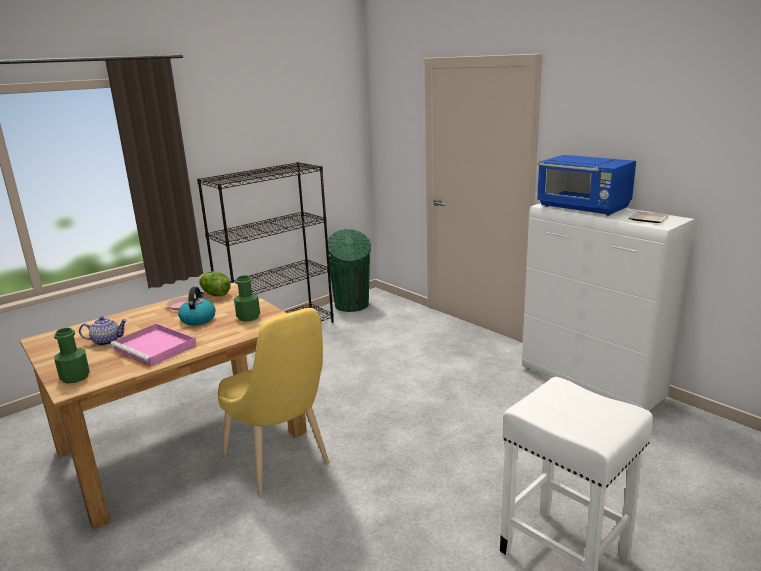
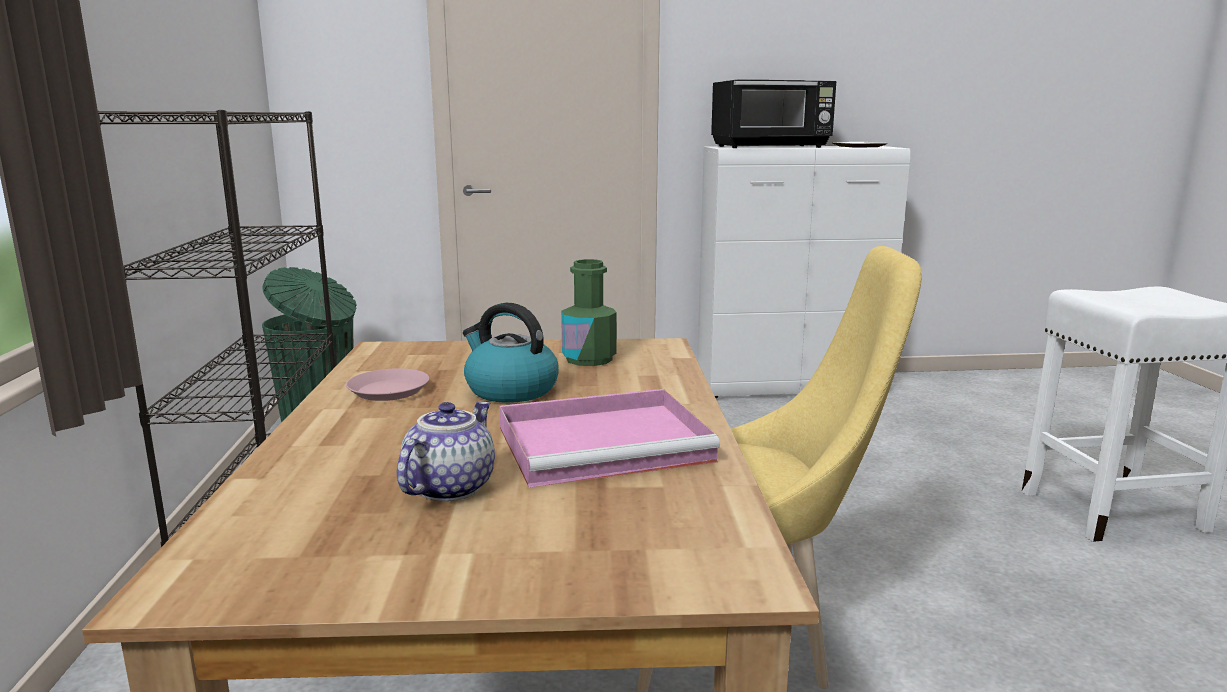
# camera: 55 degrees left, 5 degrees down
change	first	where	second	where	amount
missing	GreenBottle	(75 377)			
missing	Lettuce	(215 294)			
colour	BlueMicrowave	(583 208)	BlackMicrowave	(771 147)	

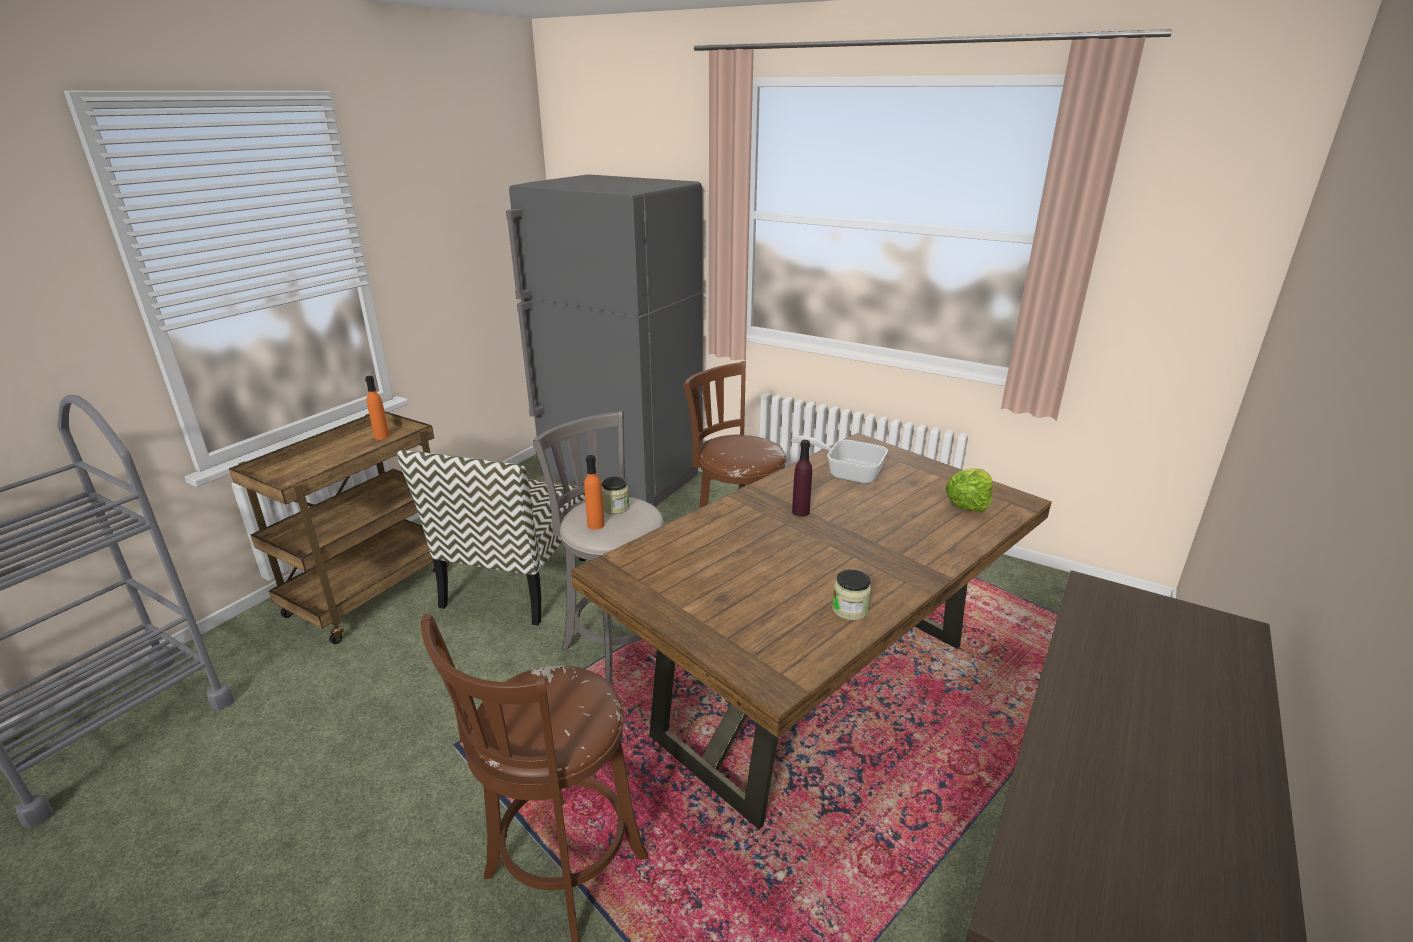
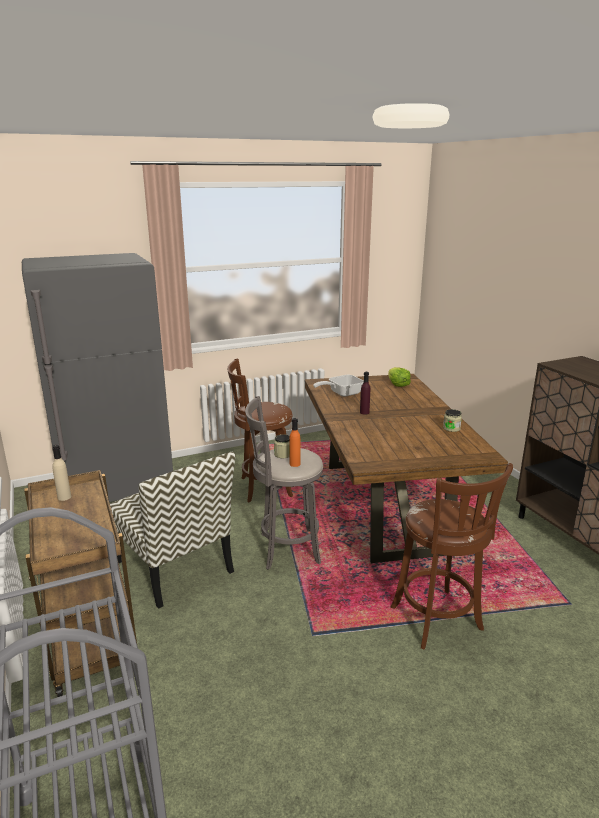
# camera: 55 degrees left, 5 degrees down
change	first	where	second	where	amount
colour	OrangeBottle	(382 436)	BeigeBottle	(64 497)	

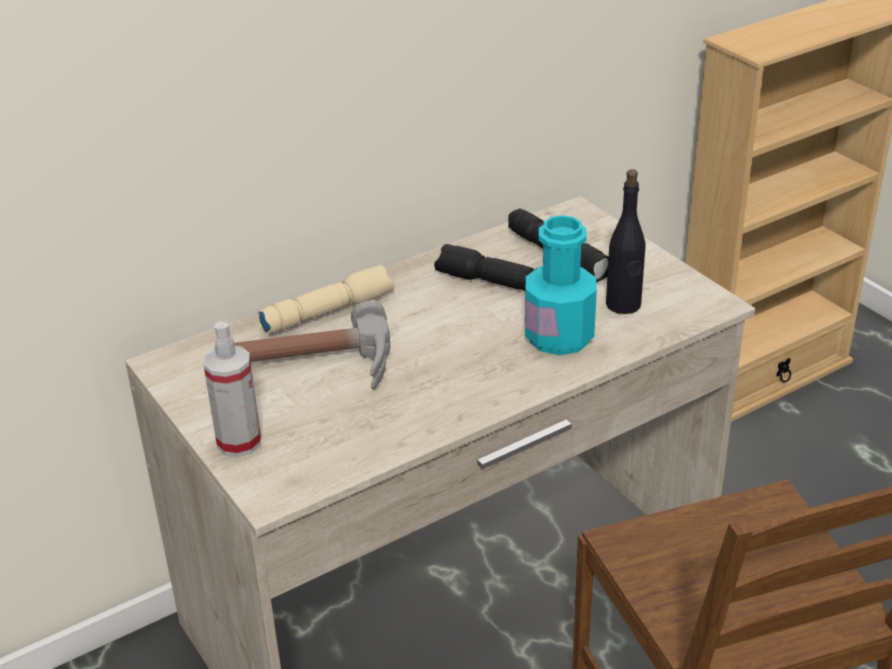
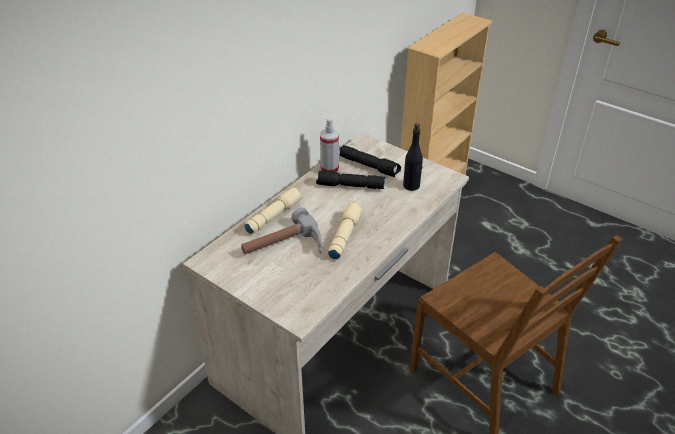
# camera: 20 degrees left, 5 degrees up
change	first	where	second	where	amount
relocated	SprayBottle	(239 442)		(329 169)	
missing	TurquoiseBottle	(559 337)			
appeared			BeigeFlashlight	(344 236)	

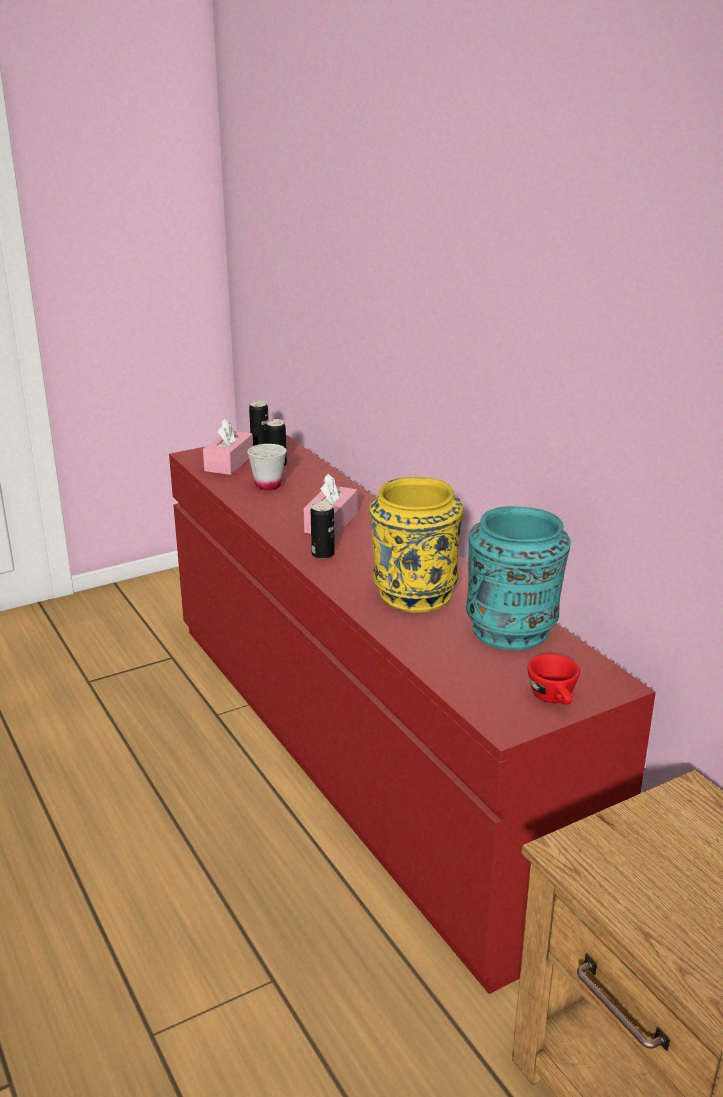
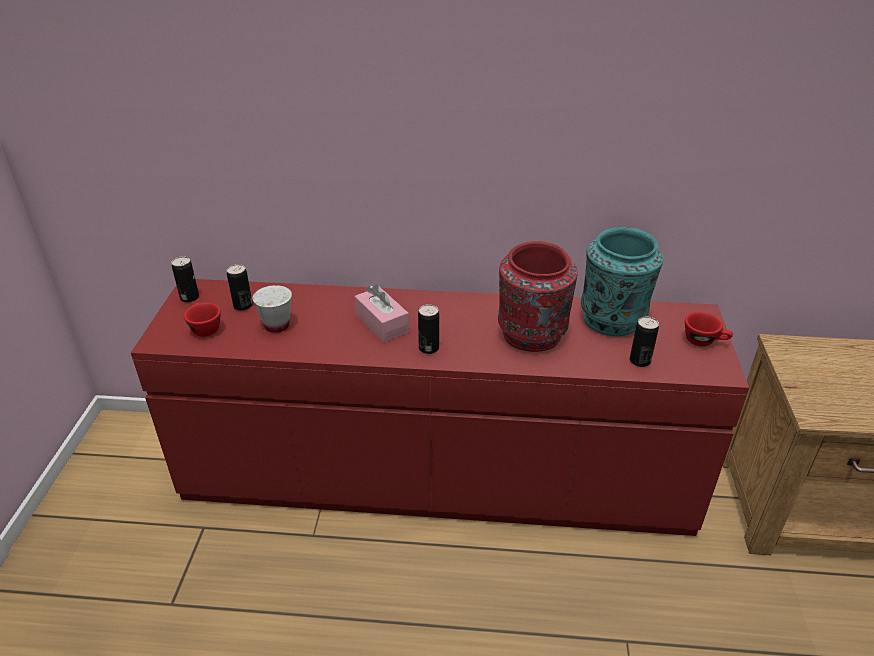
# camera: 55 degrees left, 10 degrees up
change	first	where	second	where	amount
exchanged	PinkTissueBox	(229 463)	RedCup	(204 328)	
colour	YellowVase	(414 595)	RedVase	(531 335)	
appeared			Can	(640 361)	

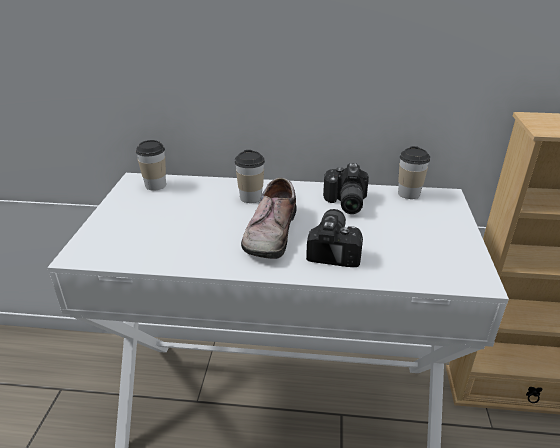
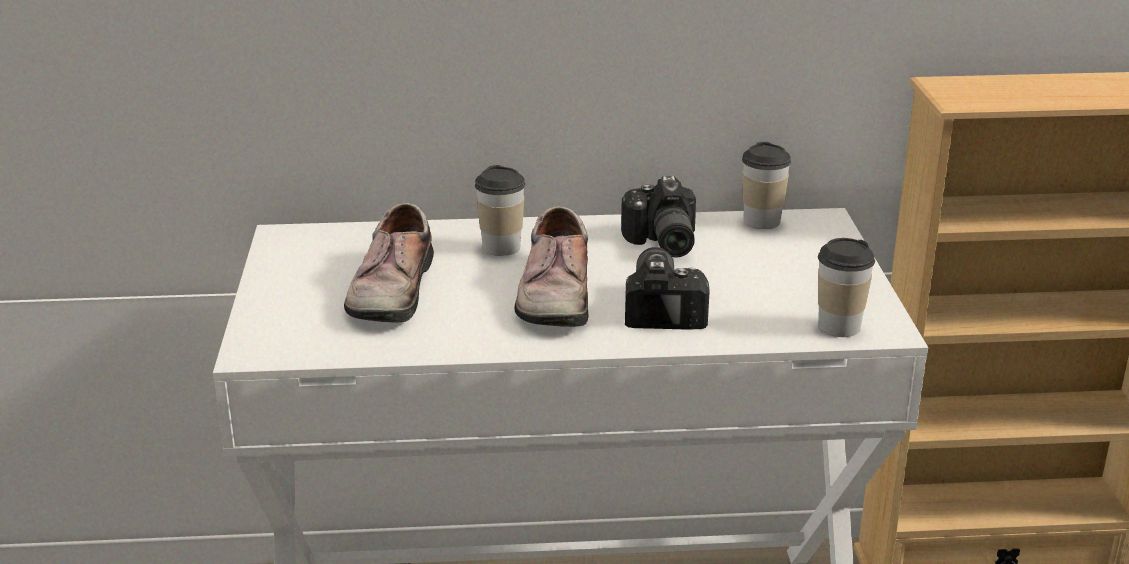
# camera: 10 degrees left, 5 degrees down
change	first	where	second	where	amount
relocated	Cup	(155 185)		(839 326)	
appeared			Shoe	(388 290)	

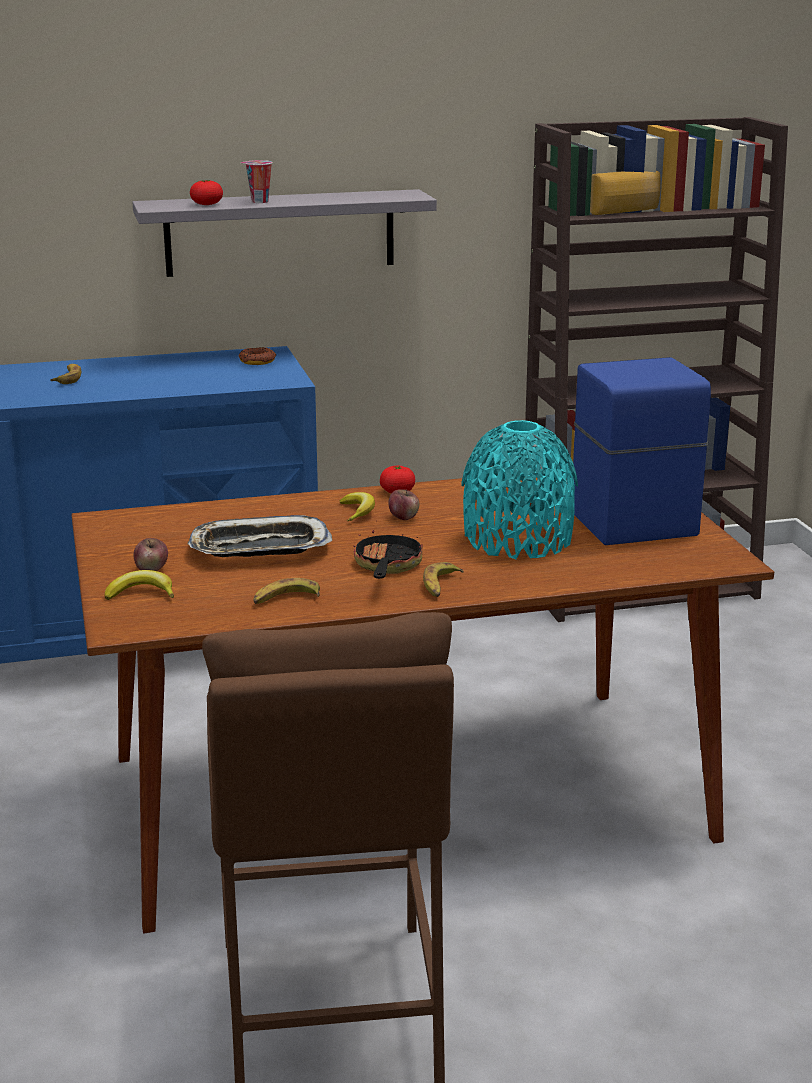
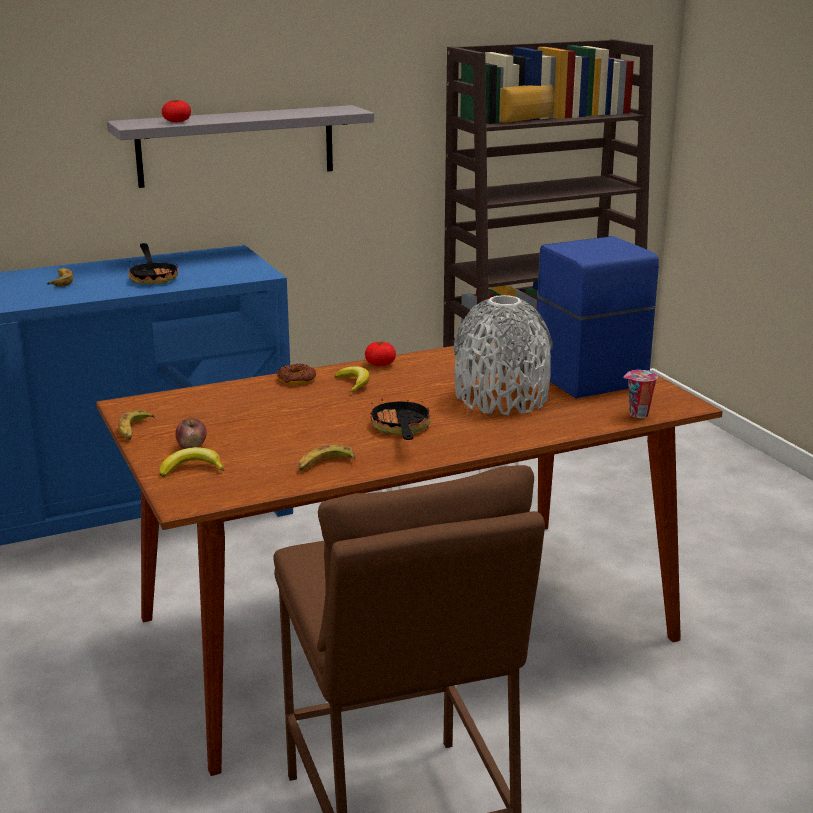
# camera: 10 degrees left, 0 degrees up
change	first	where	second	where	amount
missing	Tray	(259 548)			
relocated	Donut	(257 361)		(296 379)	
relocated	Cup	(258 202)		(638 415)	
missing	Apple	(403 517)			
relocated	Banana	(440 586)		(134 430)	
colour	TurquoiseVase	(518 539)	GreyVase	(501 398)	
appeared			FryingPan	(153 277)	

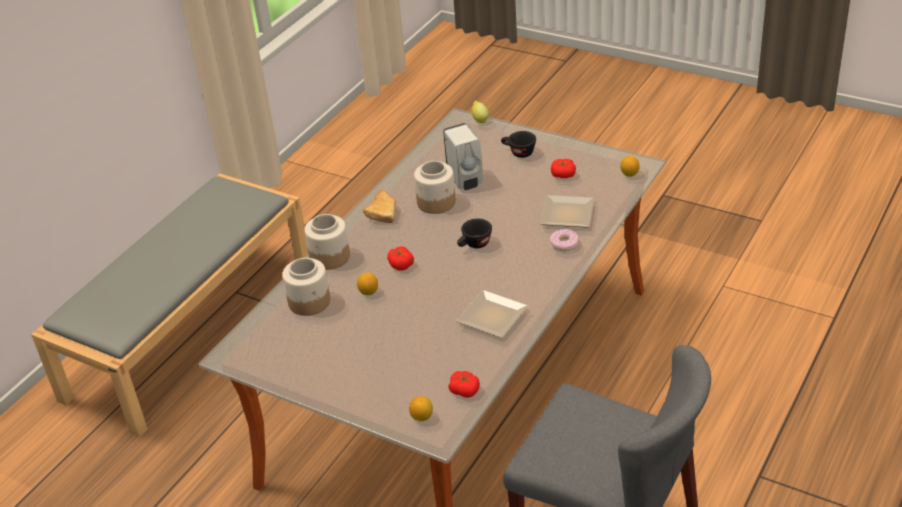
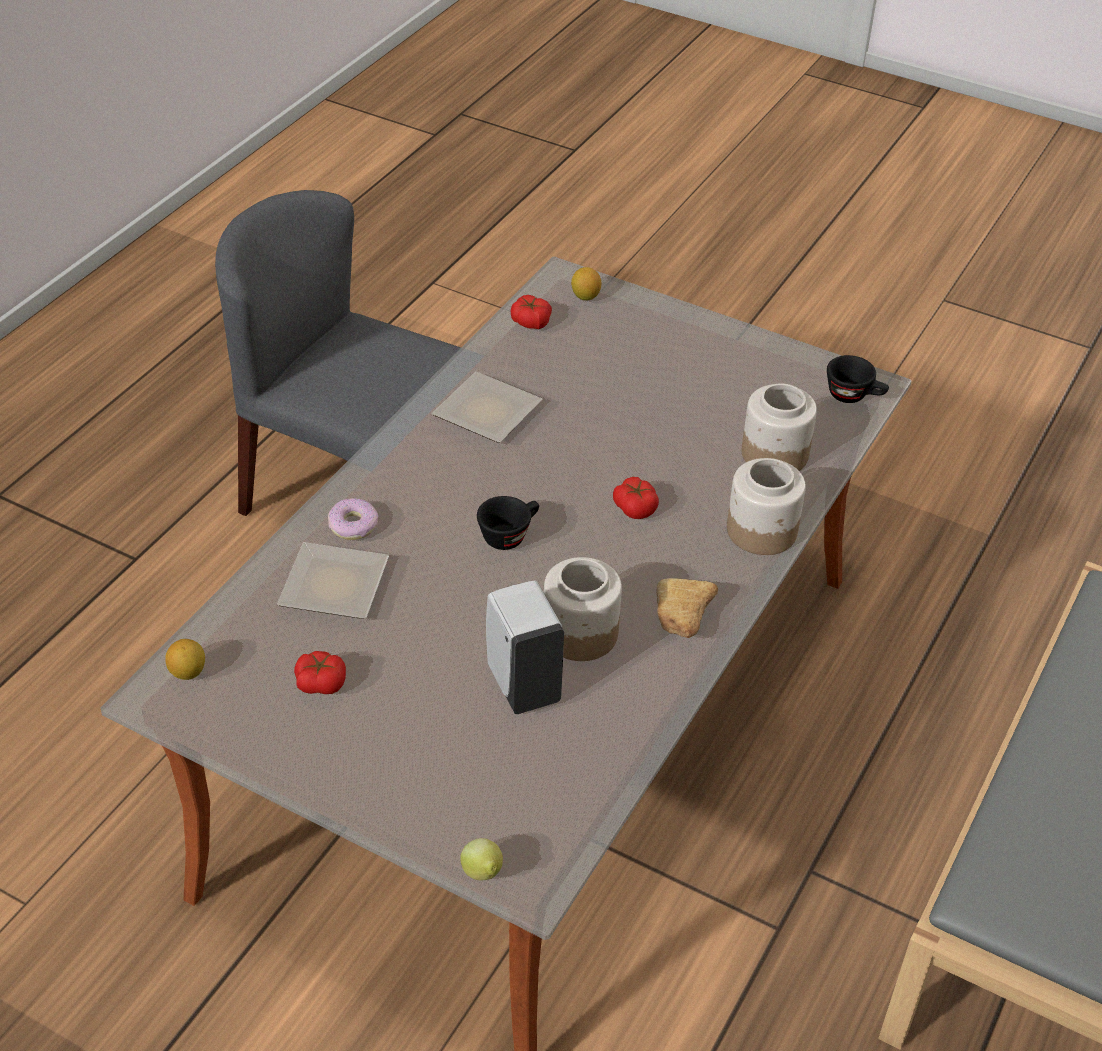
# camera: 175 degrees right, 5 degrees up
change	first	where	second	where	amount
missing	Lemon	(368 292)			
relocated	BlackCup	(518 152)		(854 396)	

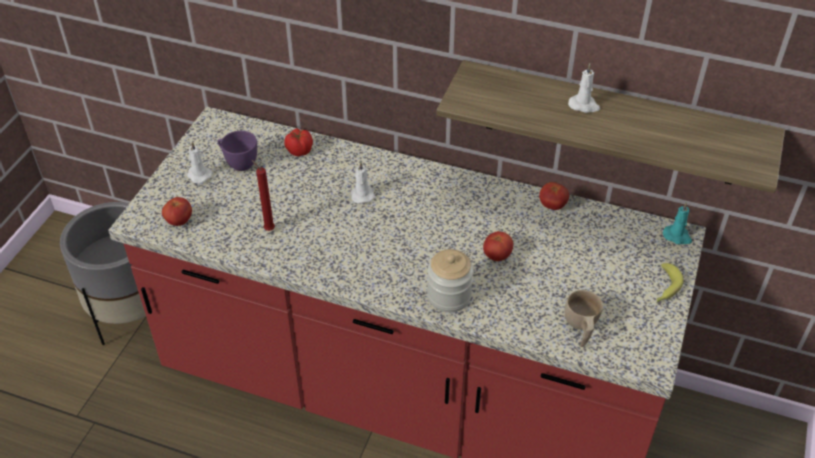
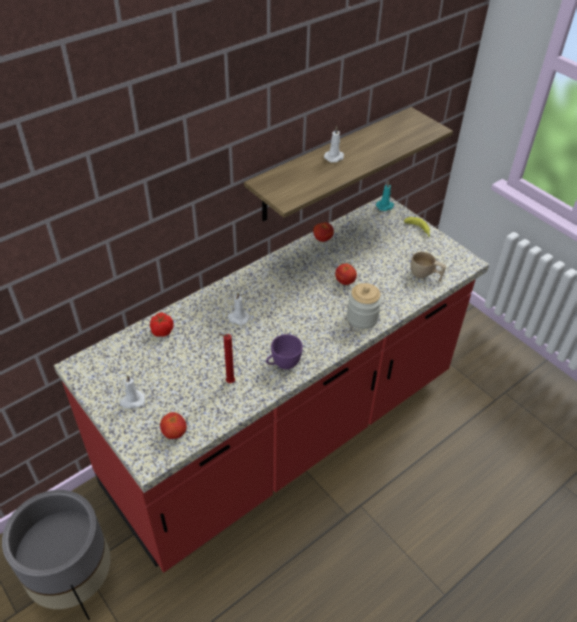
# camera: 60 degrees left, 0 degrees up
change	first	where	second	where	amount
relocated	PurpleCup	(238 163)		(283 364)	

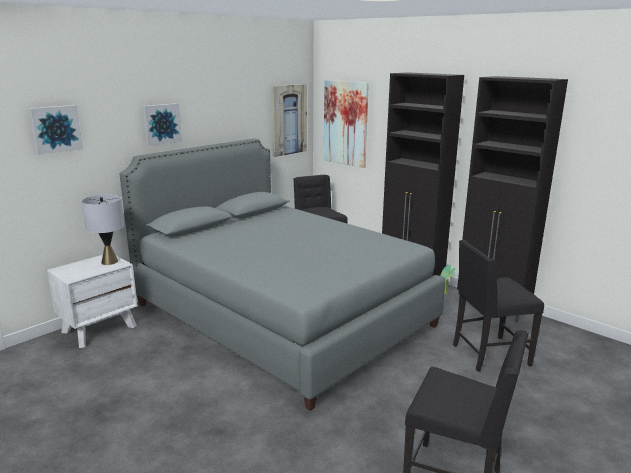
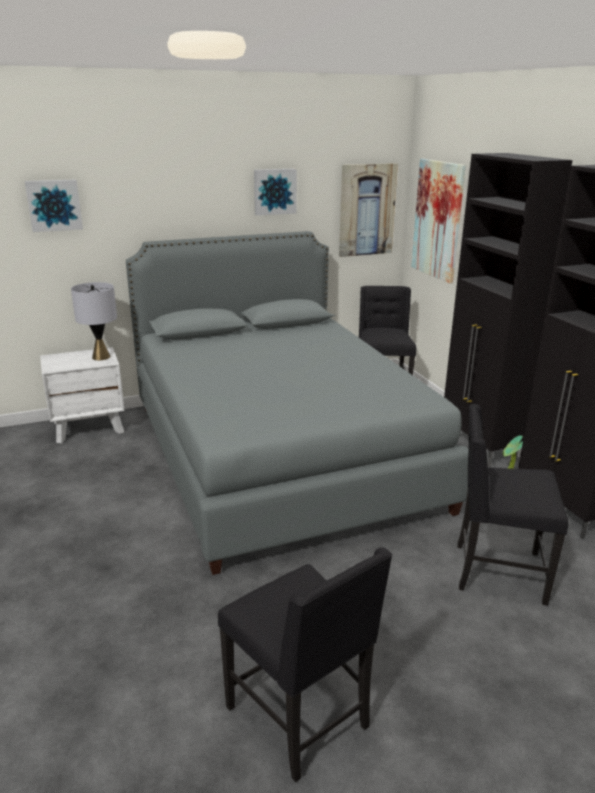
# camera: 25 degrees right, 5 degrees up
change	first	where	second	where	amount
relocated	Picture	(161 124)		(274 191)	

